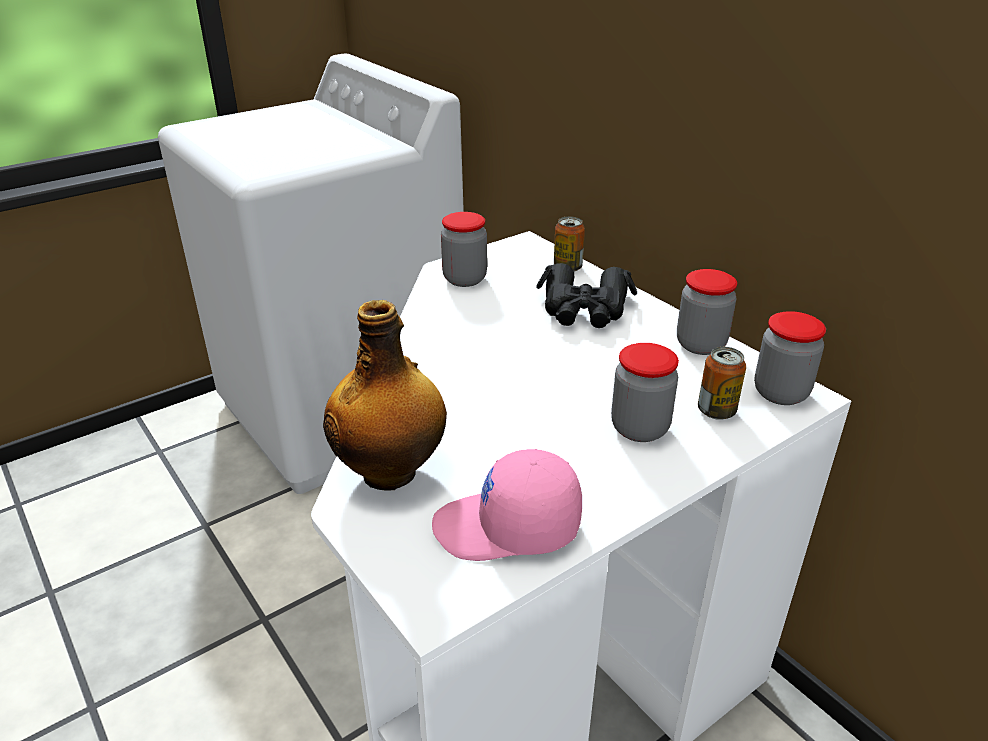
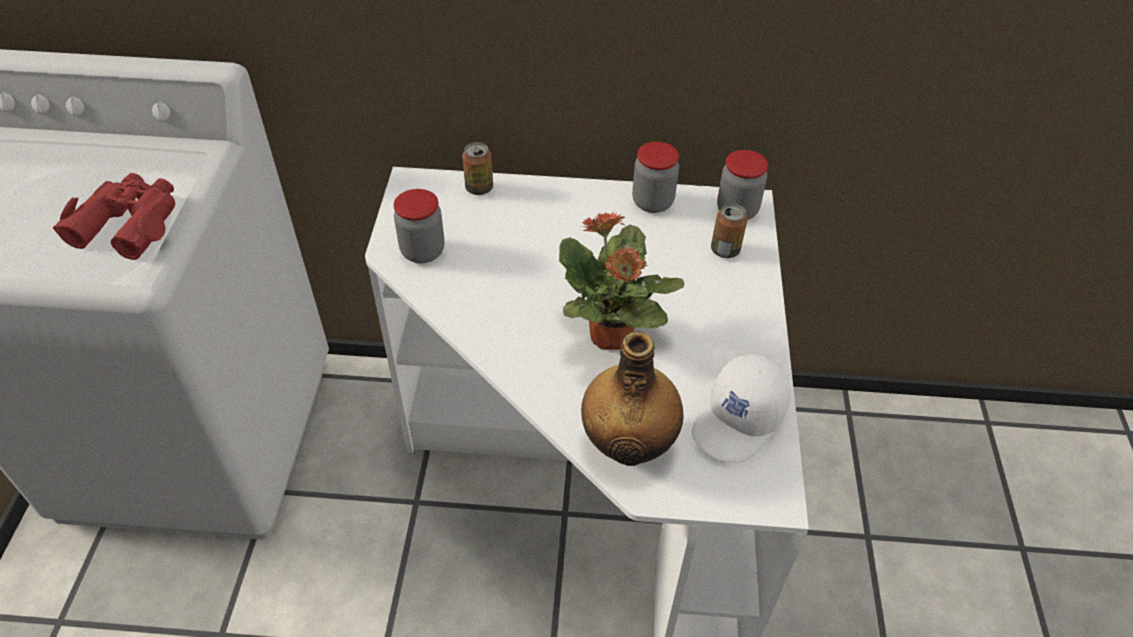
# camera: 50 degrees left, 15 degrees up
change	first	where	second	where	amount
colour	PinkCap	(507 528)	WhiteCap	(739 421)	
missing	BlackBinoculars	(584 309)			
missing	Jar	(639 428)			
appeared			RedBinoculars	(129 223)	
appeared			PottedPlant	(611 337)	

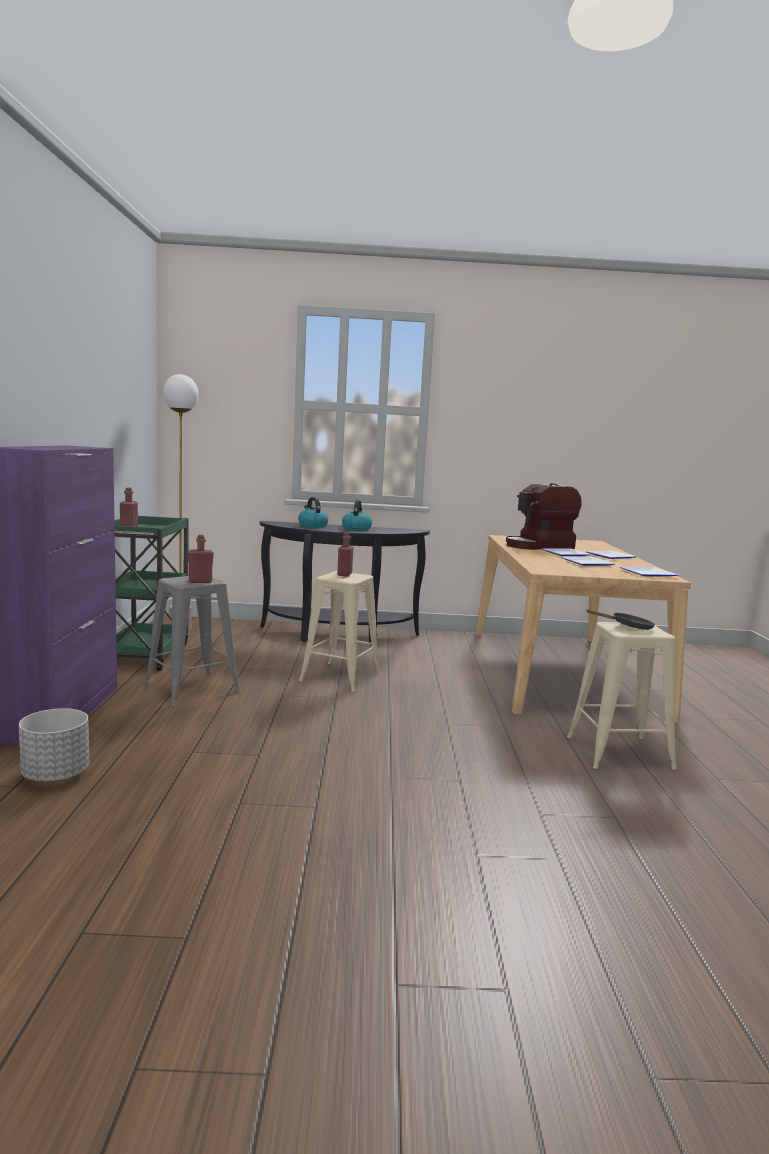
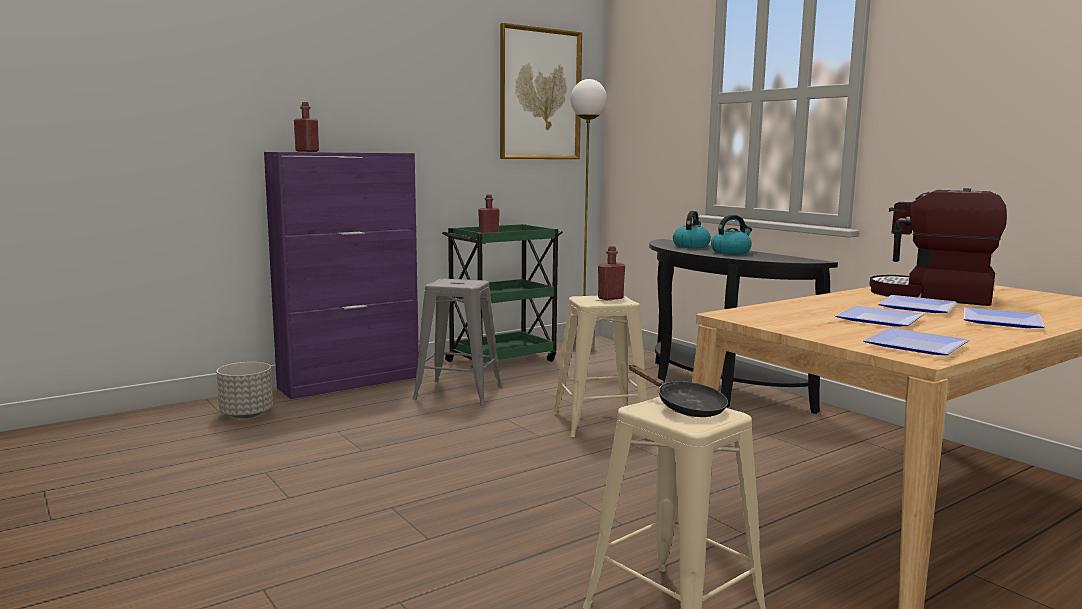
# camera: 55 degrees right, 0 degrees up
change	first	where	second	where	amount
relocated	RedBottle	(200 581)		(307 151)	
appeared			Picture	(540 94)	

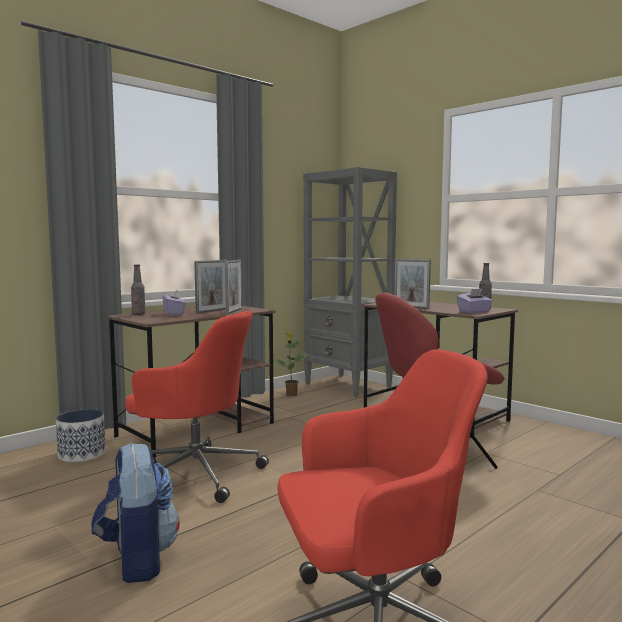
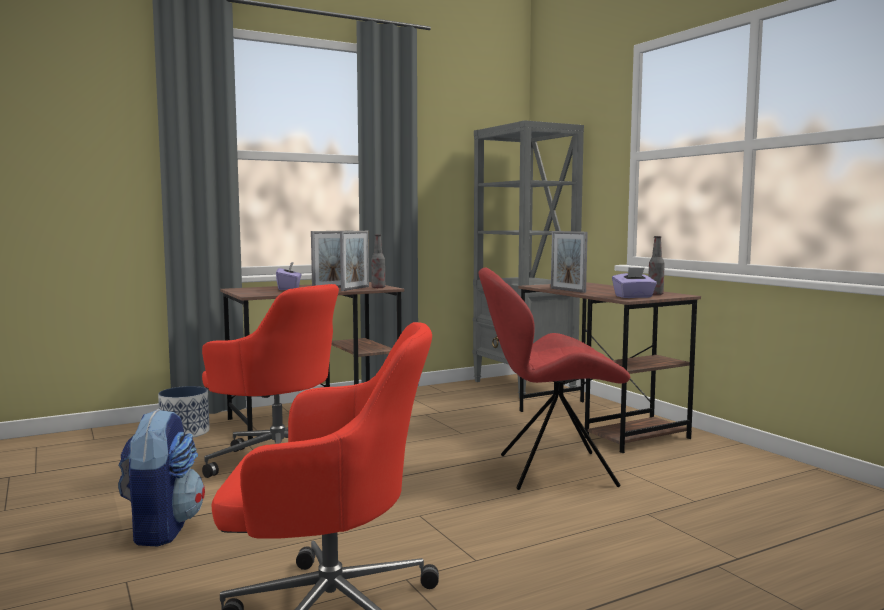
# camera: 15 degrees right, 0 degrees up
change	first	where	second	where	amount
relocated	Bottle	(138 314)		(378 287)	
missing	PottedPlant	(291 395)			

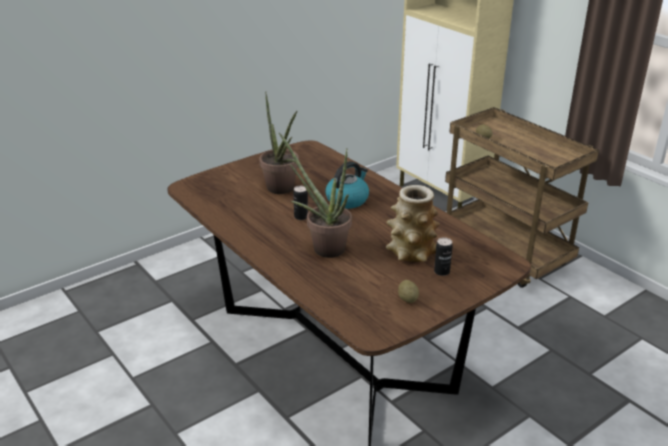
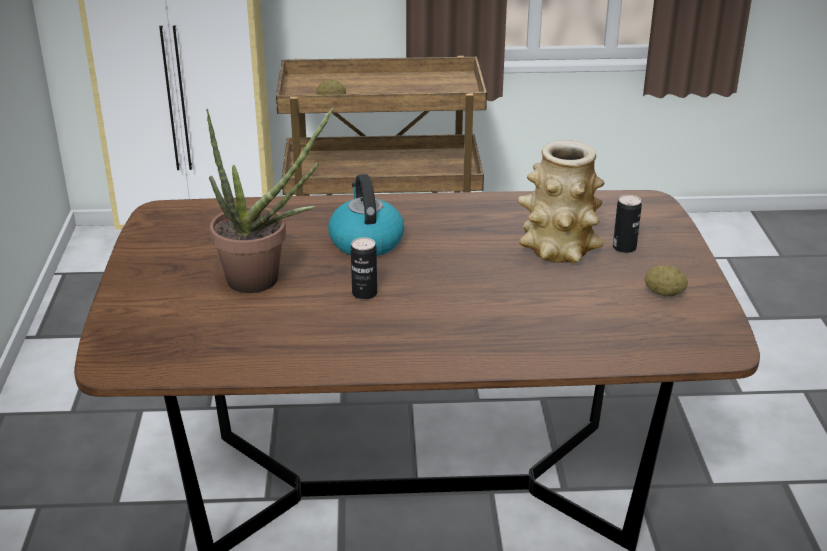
# camera: 55 degrees left, 0 degrees up
change	first	where	second	where	amount
missing	PottedPlant	(323 247)			

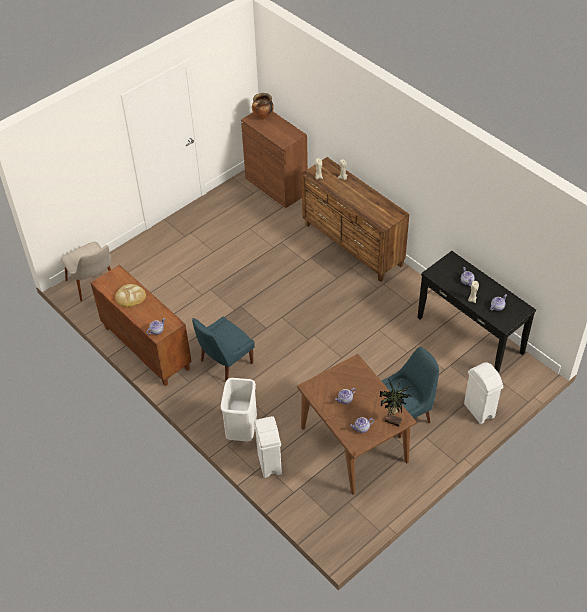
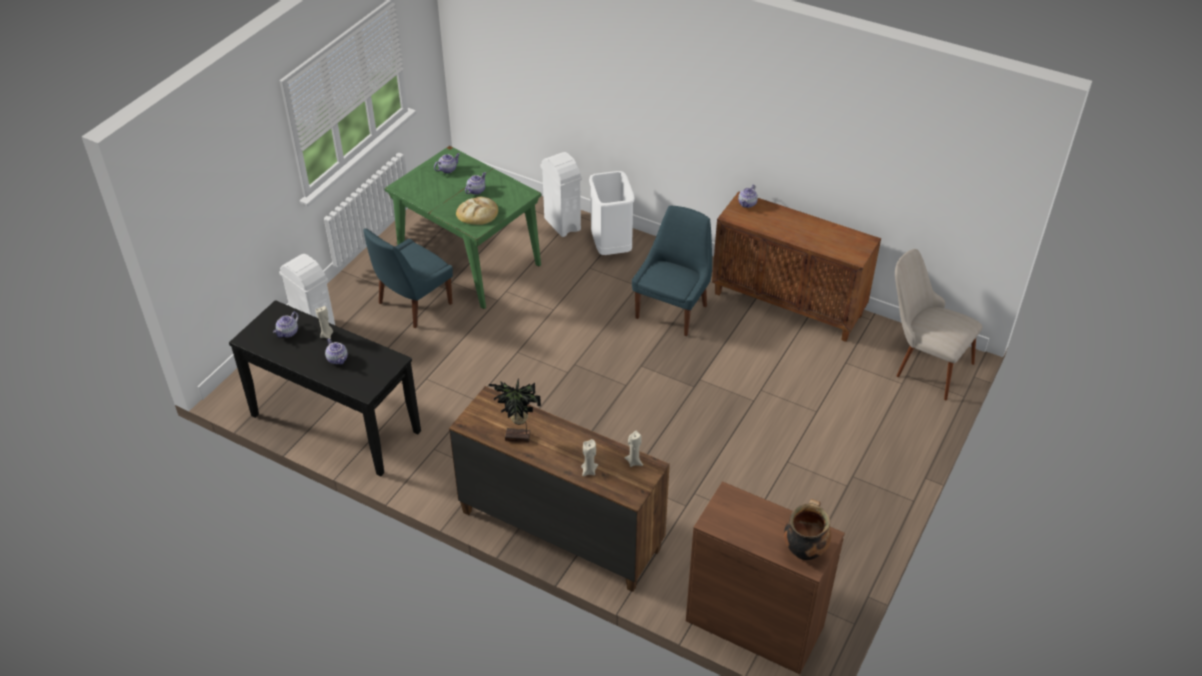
# camera: 160 degrees right, 5 degrees down
change	first	where	second	where	amount
relocated	Bread	(130 297)		(477 213)	
colour	BrownDiningTable	(354 445)	GreenDiningTable	(468 261)	
relocated	PottedPlant	(393 420)		(518 438)	

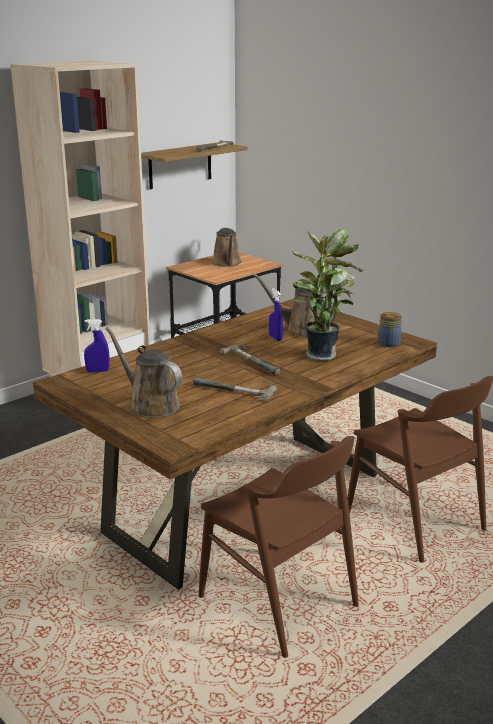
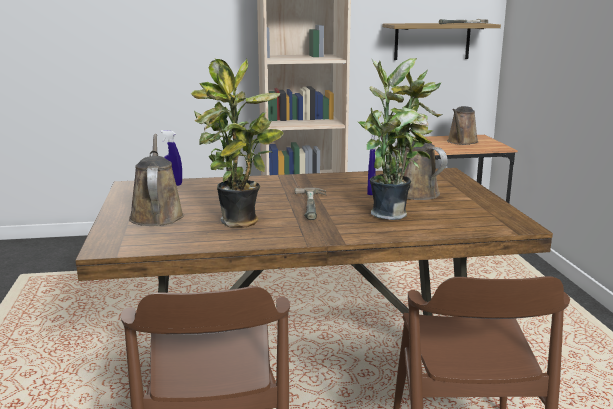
# camera: 35 degrees right, 5 degrees down
change	first	where	second	where	amount
exchanged	Hammer	(231 392)	PottedPlant	(240 223)	
missing	Jar	(389 343)			

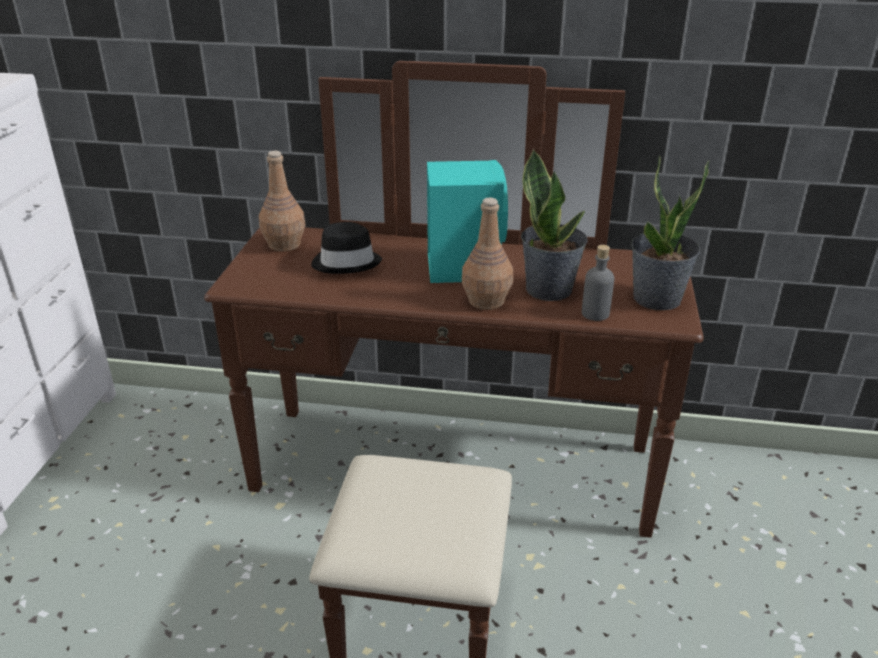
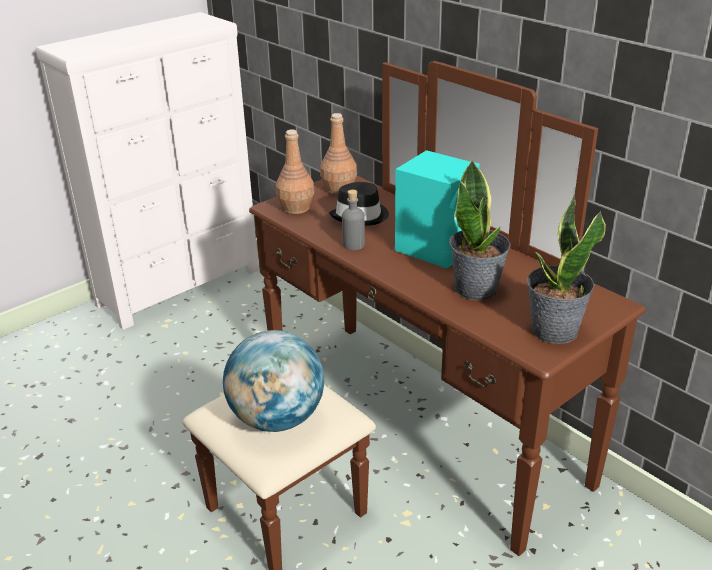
# camera: 40 degrees right, 0 degrees up
change	first	where	second	where	amount
relocated	BrownBottle	(486 301)		(295 208)	
relocated	GreyBottle	(595 313)		(353 245)	
appeared			Globe	(277 419)	

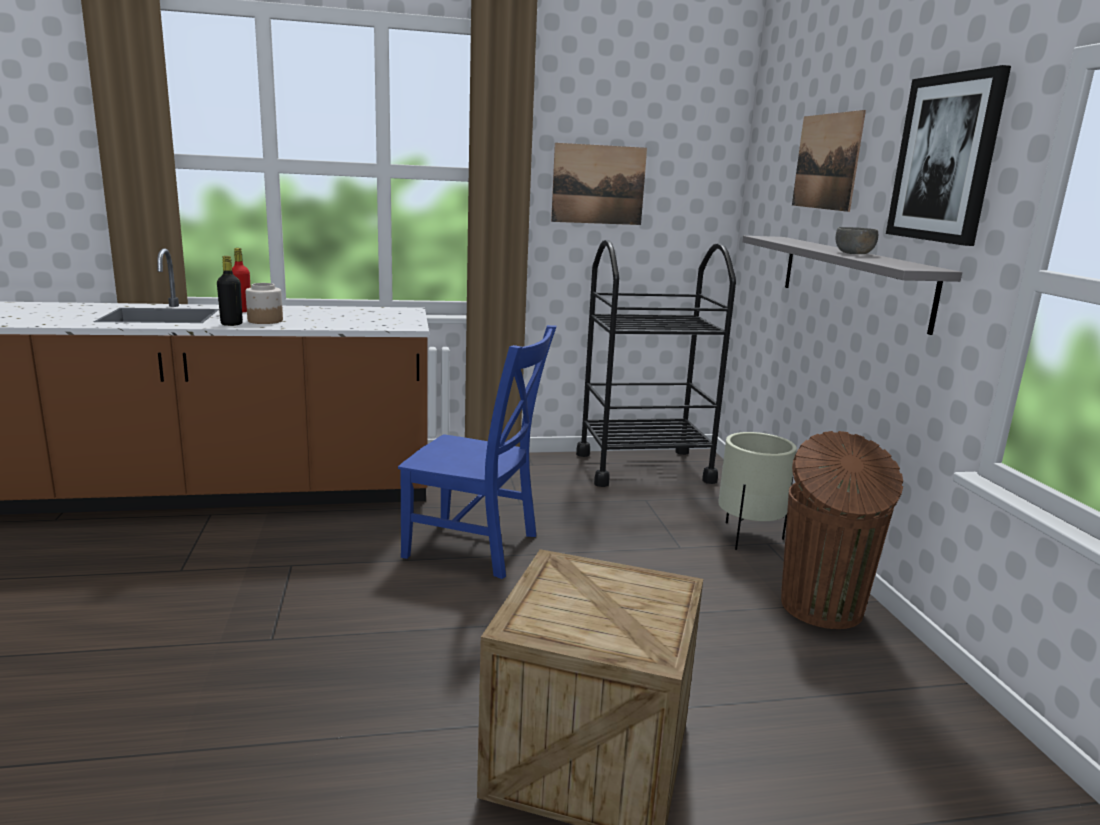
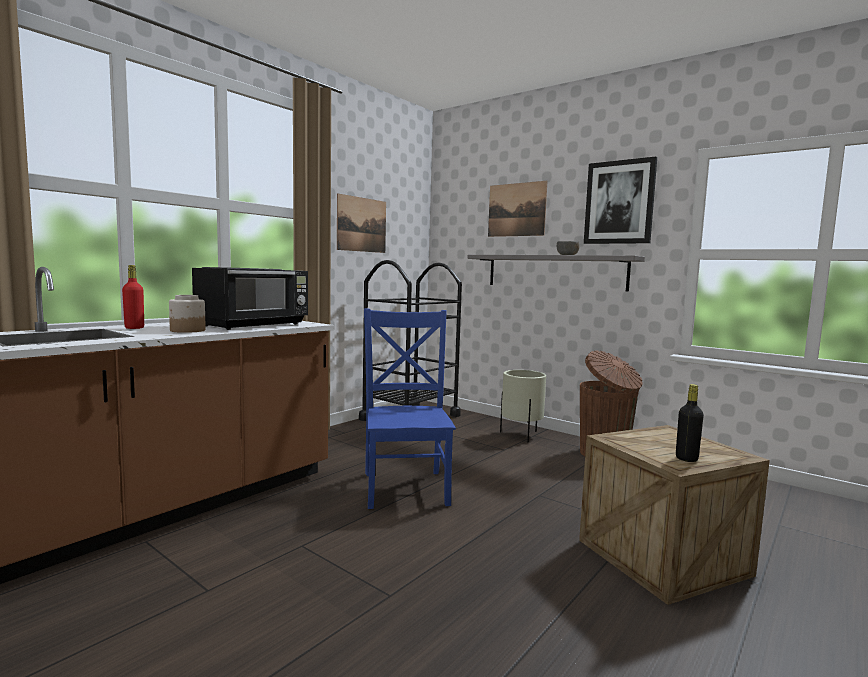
# camera: 40 degrees left, 10 degrees down
change	first	where	second	where	amount
relocated	BlackBottle	(231 324)		(686 458)	
spun	BlueChair	(476 547)		(406 486)	75 degrees counterclockwise
appeared			BlackMicrowave	(254 325)	

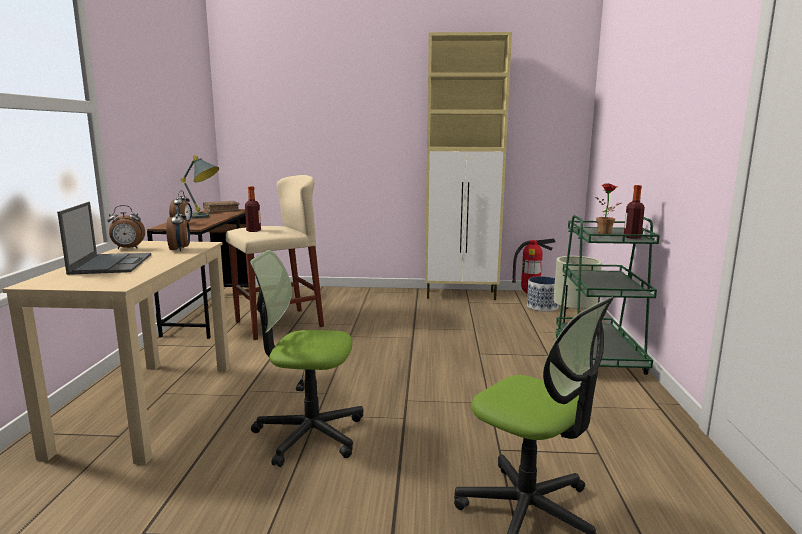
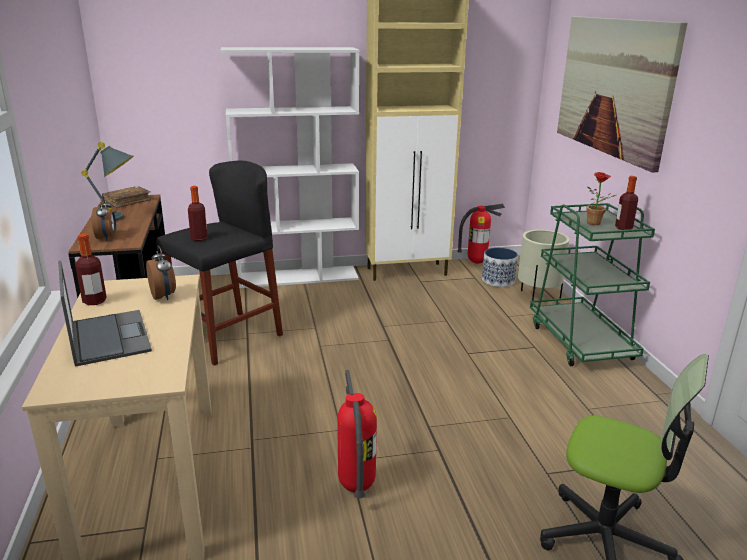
# camera: 15 degrees left, 10 degrees up
change	first	where	second	where	amount
exchanged	AlarmClock	(127 248)	Bottle	(94 301)	
colour	BeigeStool	(278 324)	BlackStool	(228 337)	
exchanged	OfficeChair	(309 434)	FireExtinguisher	(355 487)	
appeared			WhiteBookcase	(299 277)	
appeared			Picture	(614 87)	

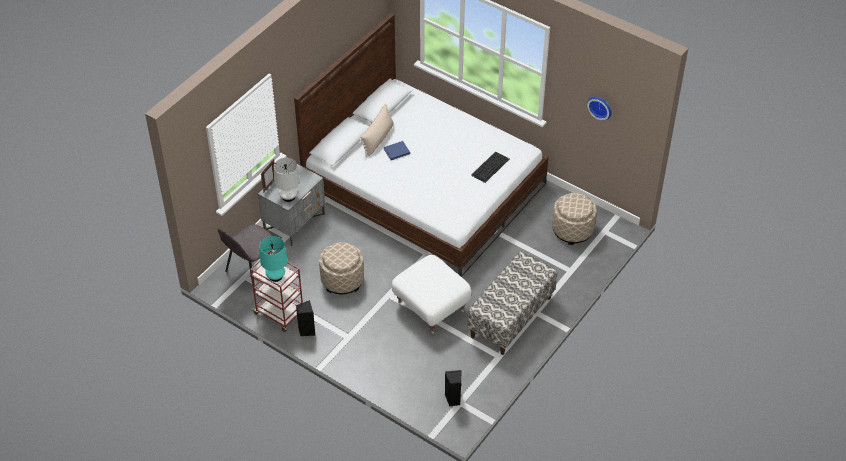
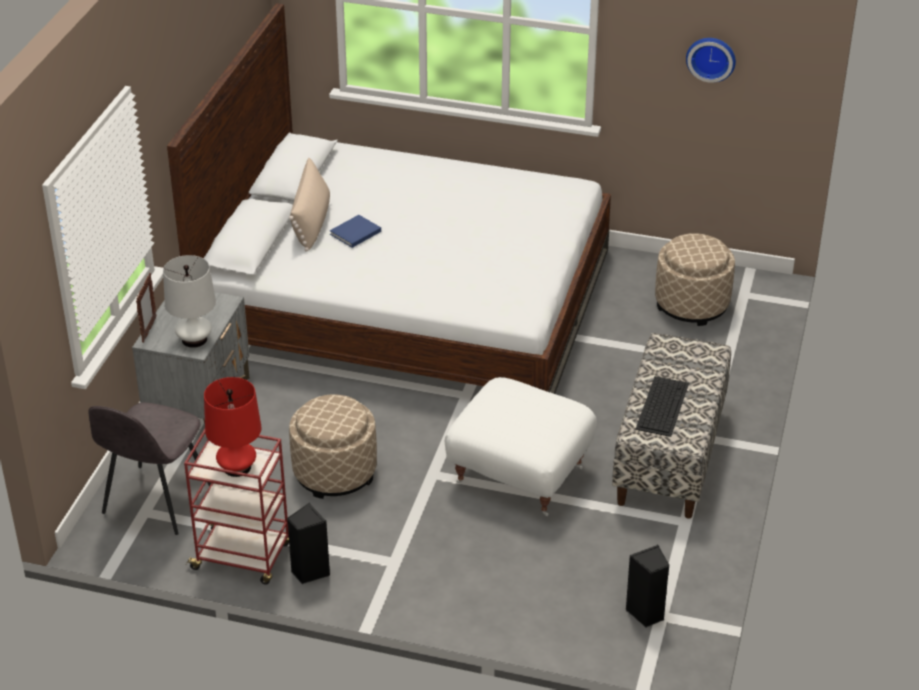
# camera: 20 degrees left, 10 degrees down
change	first	where	second	where	amount
colour	TurquoiseTableLamp	(275 276)	RedTableLamp	(237 467)	
relocated	Keyboard	(490 166)		(662 405)	

